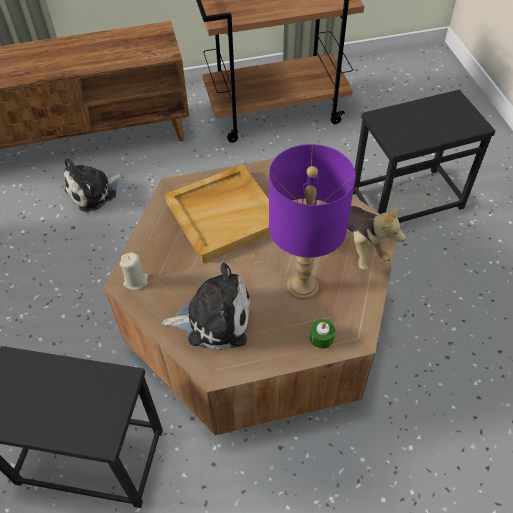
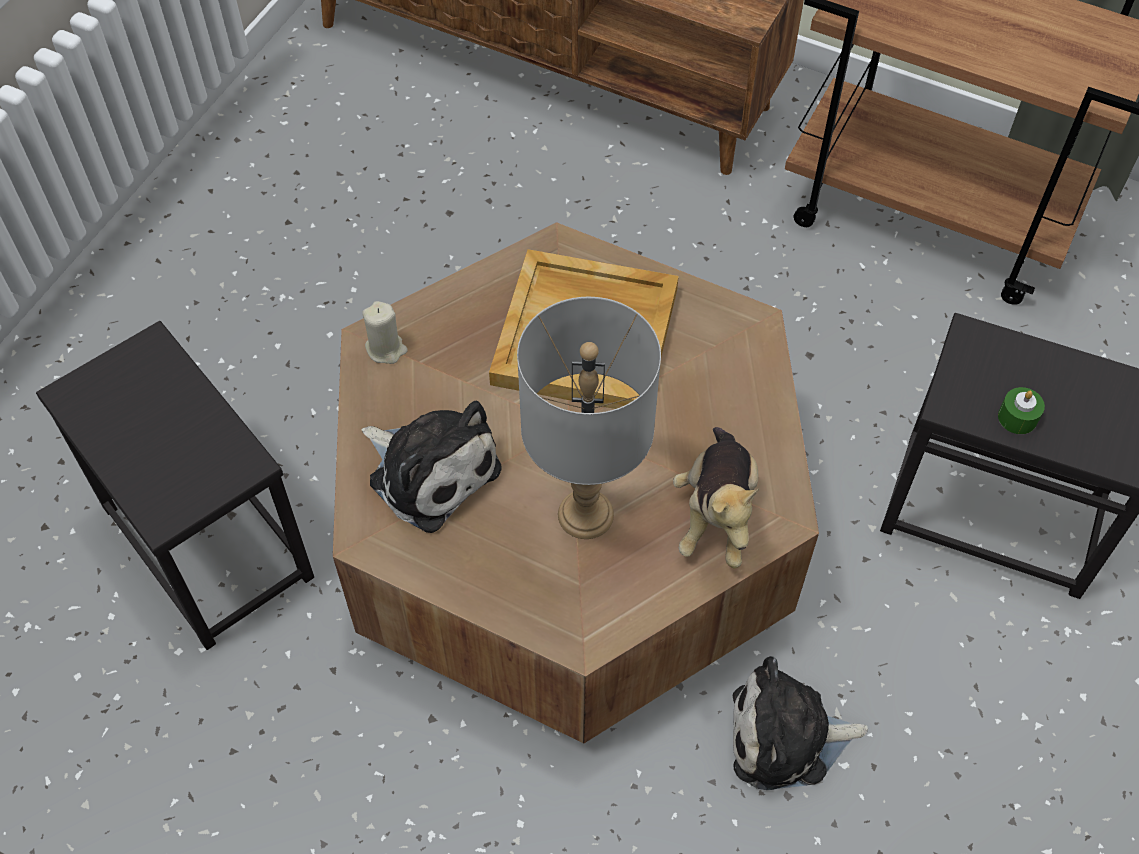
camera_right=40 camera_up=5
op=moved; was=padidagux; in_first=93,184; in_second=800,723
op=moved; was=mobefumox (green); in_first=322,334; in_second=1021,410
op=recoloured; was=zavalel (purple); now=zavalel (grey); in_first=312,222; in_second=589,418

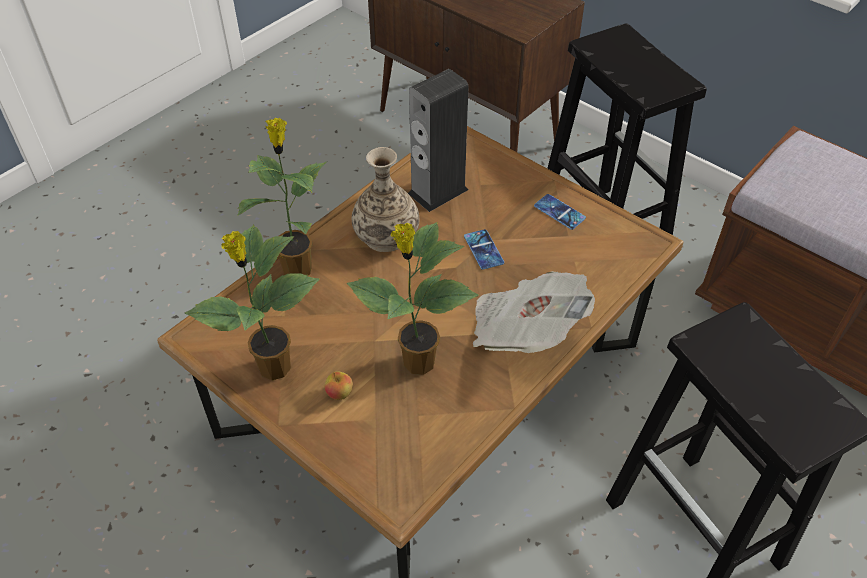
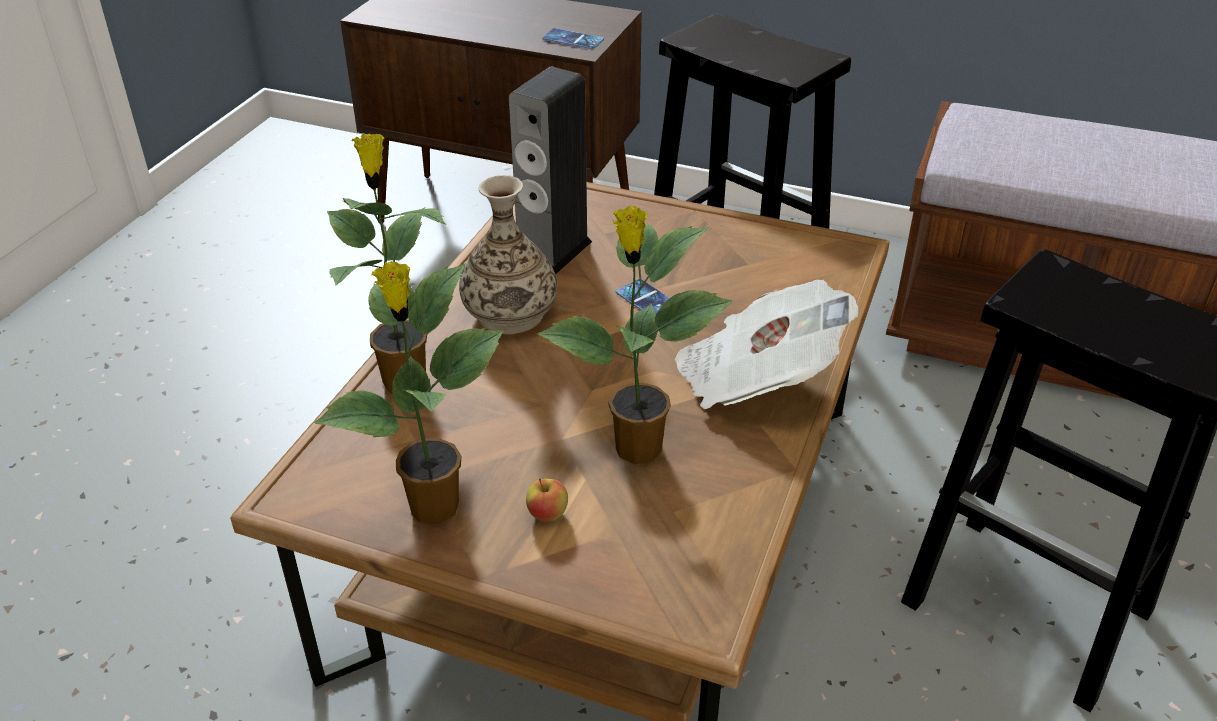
camera_right=-20 camera_up=-10
op=moved; was=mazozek; in_first=560,212; in_second=573,38

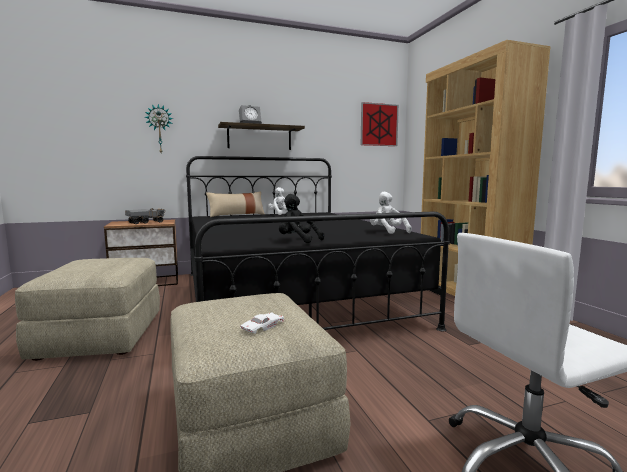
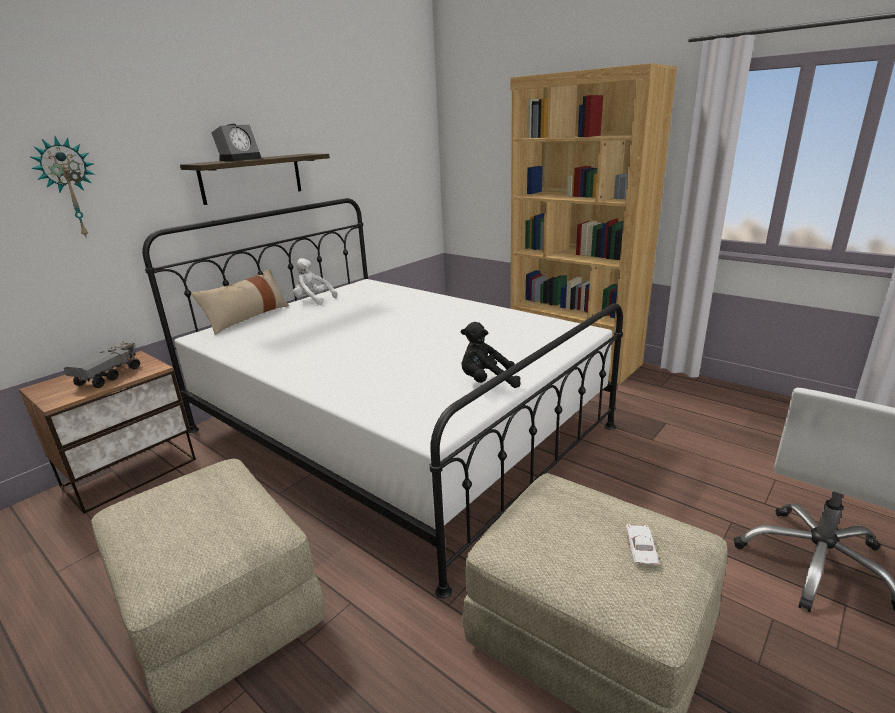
camera_right=-30 camera_up=15
op=removed; was=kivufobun; in_first=380,124
op=removed; was=padidagux (white); in_first=391,213
op=recoloured; was=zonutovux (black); now=zonutovux (white); in_first=318,243; in_second=382,398

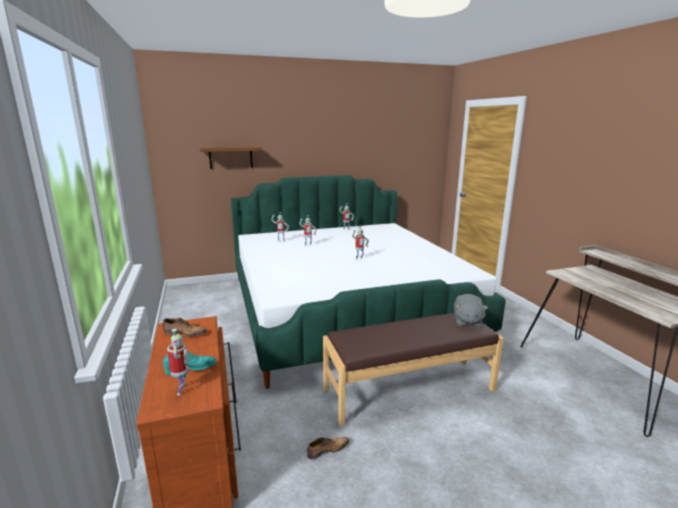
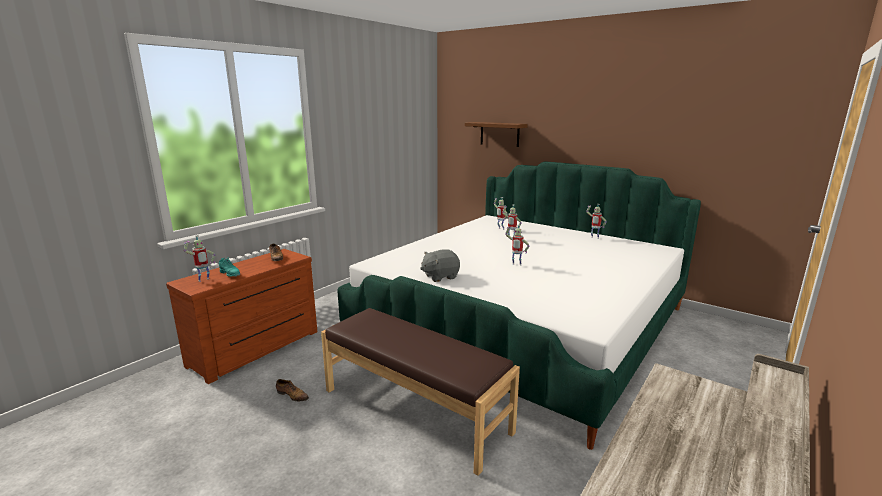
camera_right=55 camera_up=0
op=moved; was=padidagux (grey); in_first=471,311; in_second=440,265

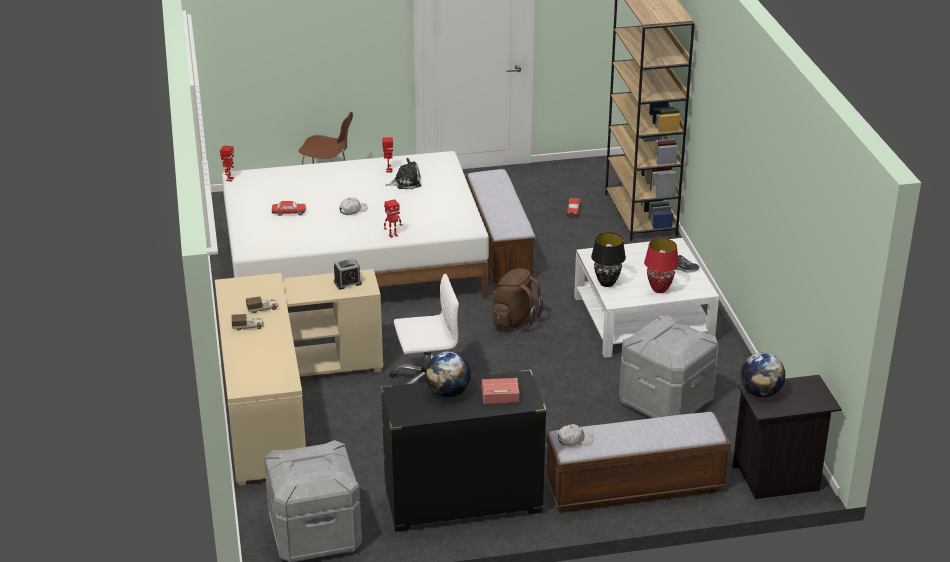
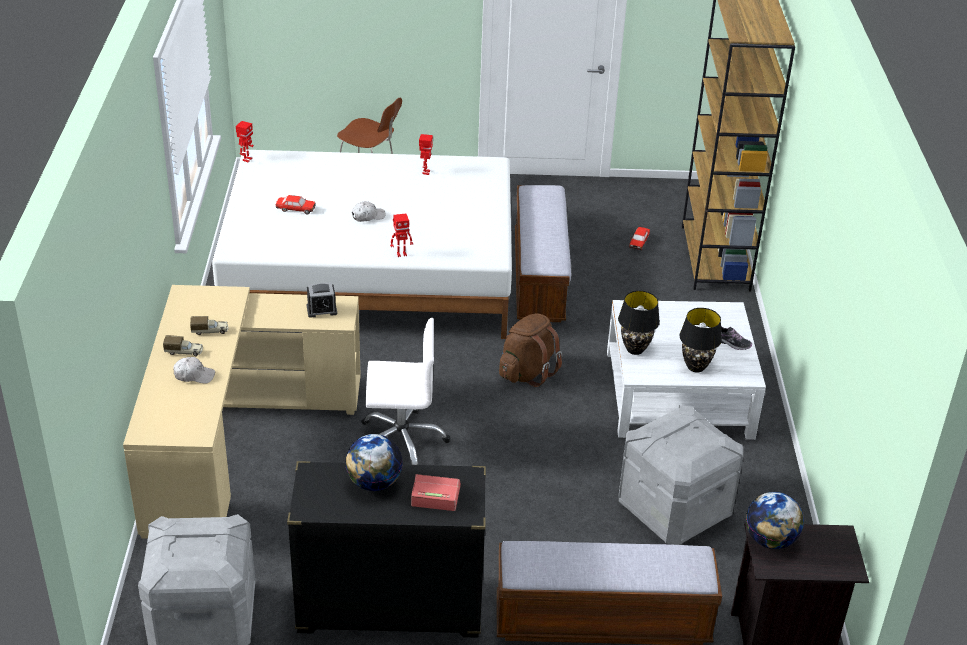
camera_right=10 camera_up=5
op=removed; was=padidagux; in_first=403,173
op=moved; was=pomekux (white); in_first=575,435; in_second=194,370
op=recoloured; was=zavalel (red); now=zavalel (black); in_first=661,265; in_second=700,340

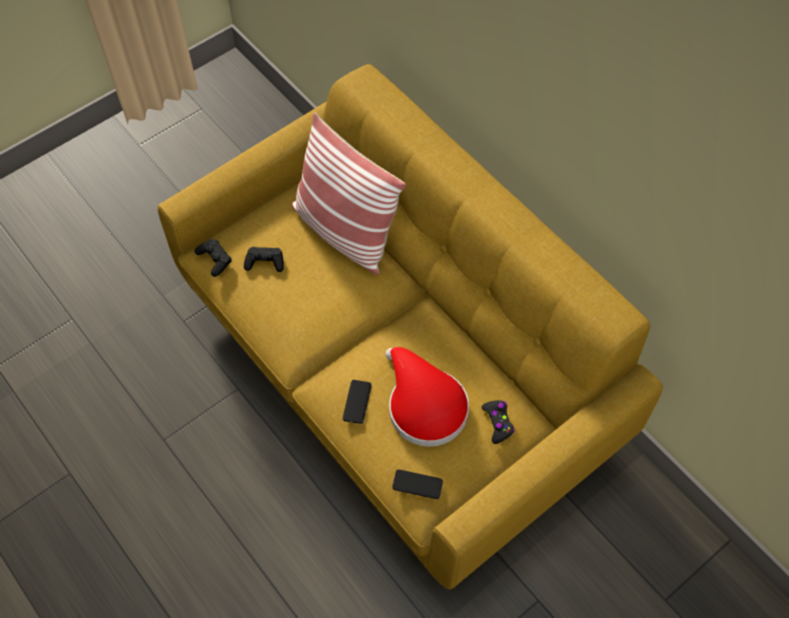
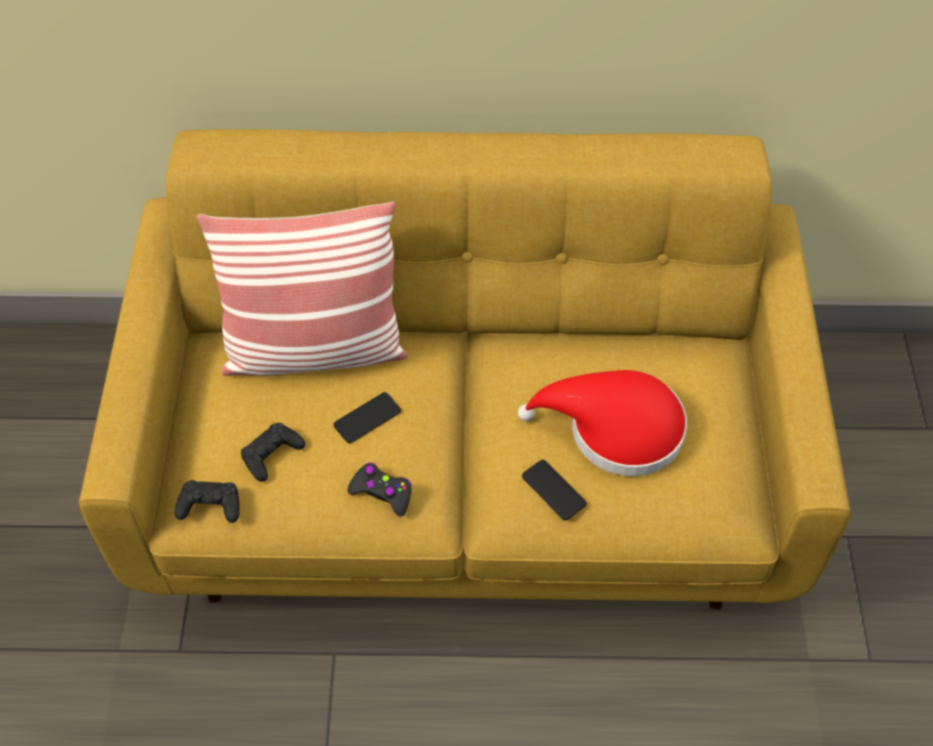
camera_right=-50 camera_up=-5
op=moved; was=mazozek; in_first=417,484; in_second=367,417
op=moved; was=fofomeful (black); in_first=498,422; in_second=380,490

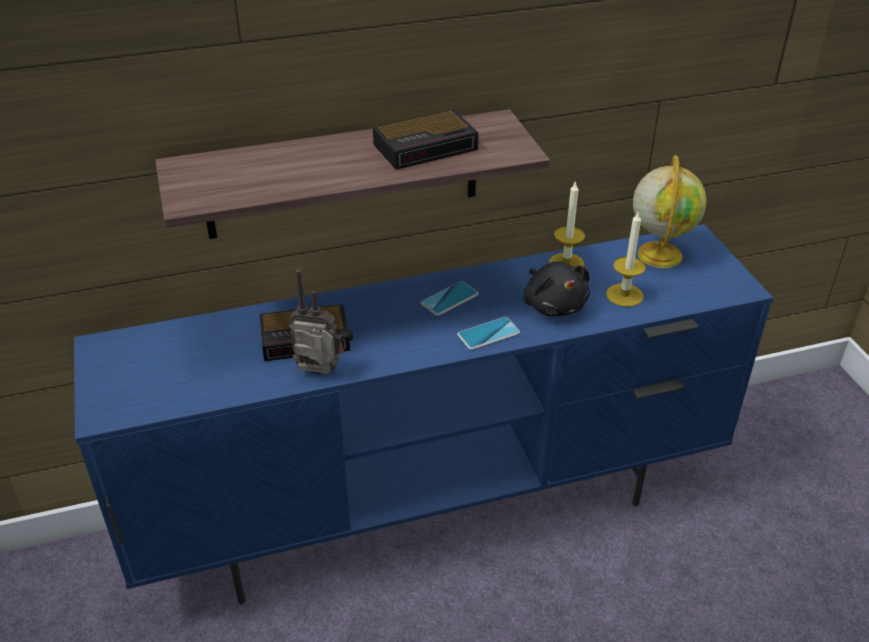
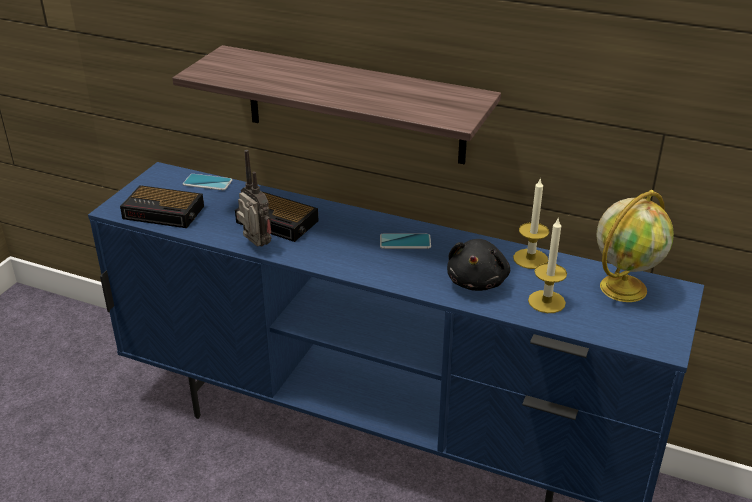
camera_right=40 camera_up=-5
op=moved; was=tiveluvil; in_first=426,139; in_second=162,206
op=moved; was=mazozek; in_first=488,333; in_second=207,182

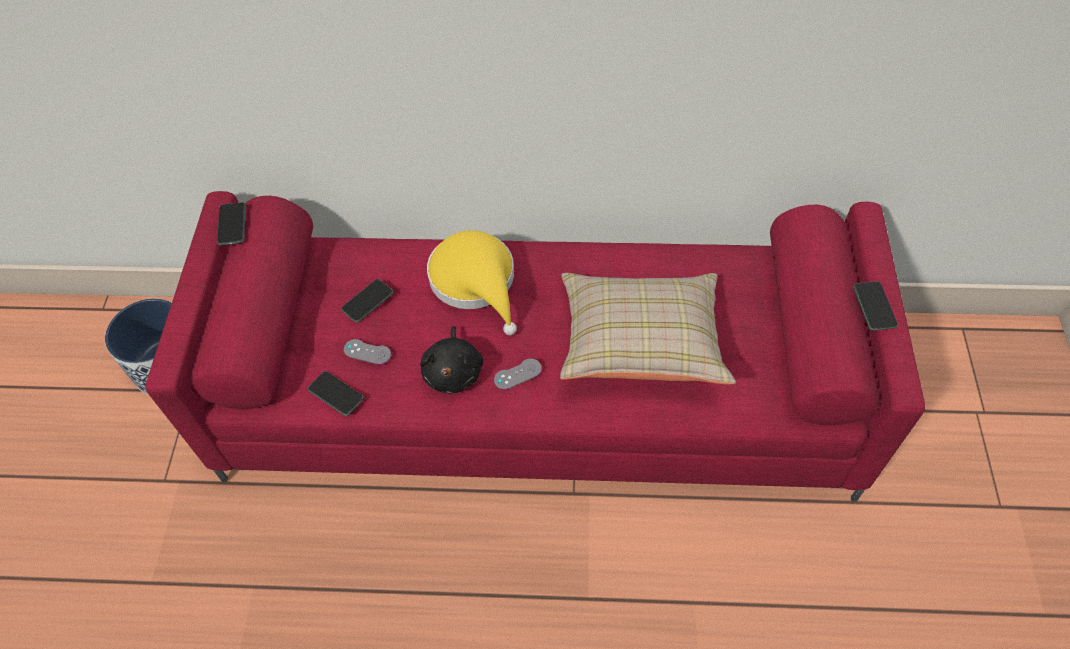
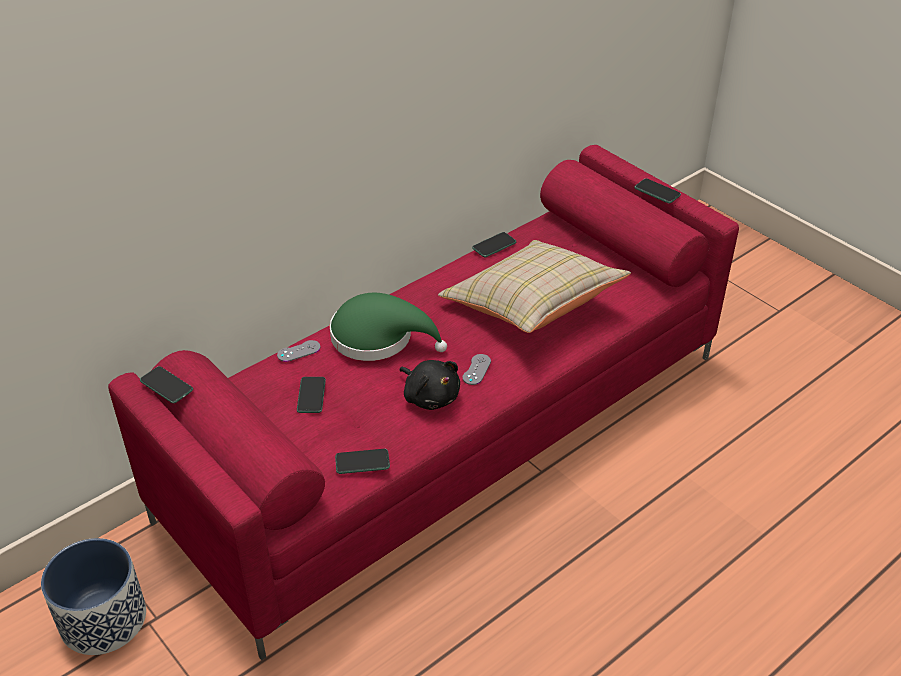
camera_right=-45 camera_up=-15
op=added; now=mazozek; in_second=494,244
op=moved; was=fofomeful (grey); in_first=367,352; in_second=298,351
op=recoloured; was=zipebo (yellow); now=zipebo (green); in_first=472,282; in_second=388,327

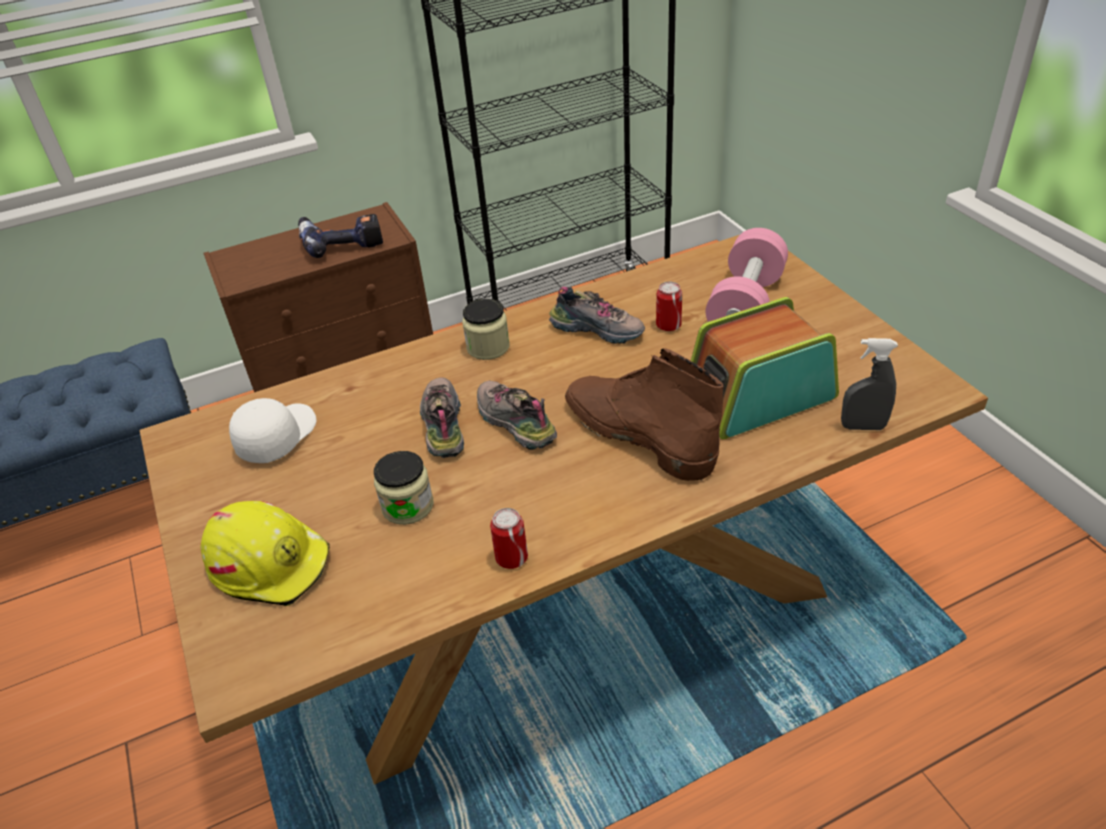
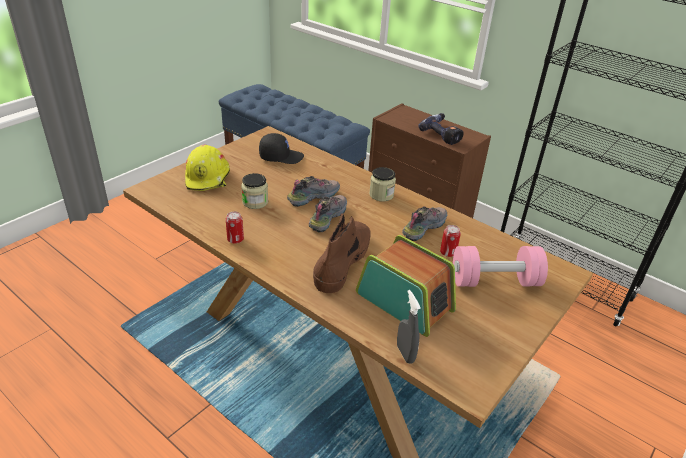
camera_right=60 camera_up=-5
op=recoloured; was=pomekux (white); now=pomekux (black); in_first=273,430; in_second=281,148
op=turned; was=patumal; in_first=597,315; in_second=424,223; clockwise=-135

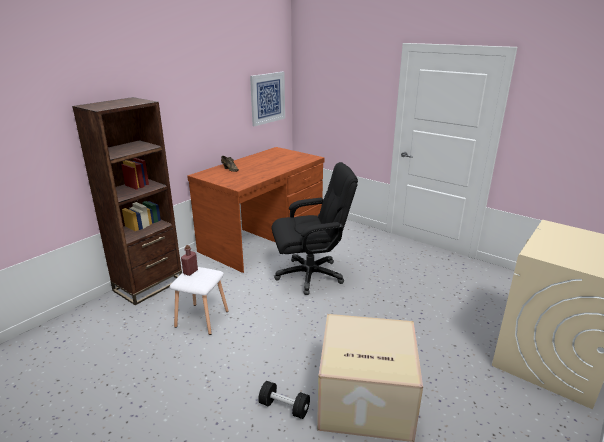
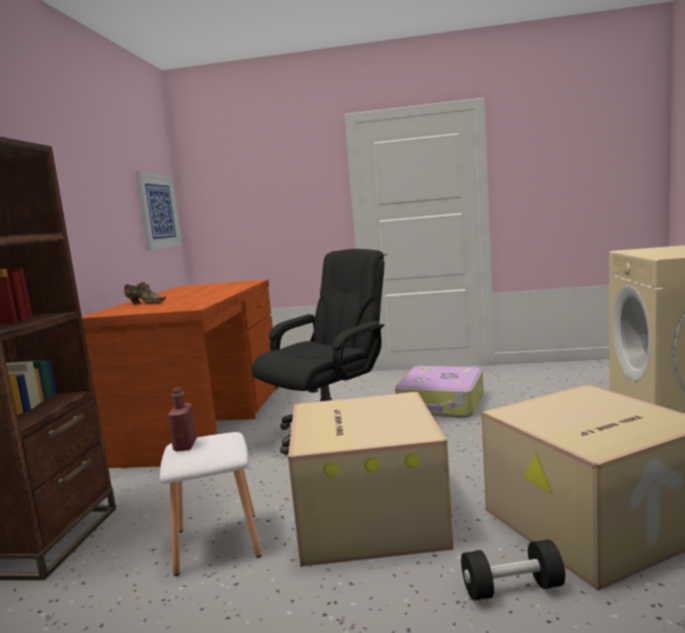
camera_right=-30 camera_up=-15
op=added; now=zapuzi; in_second=370,479
op=added; now=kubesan; in_second=439,392

